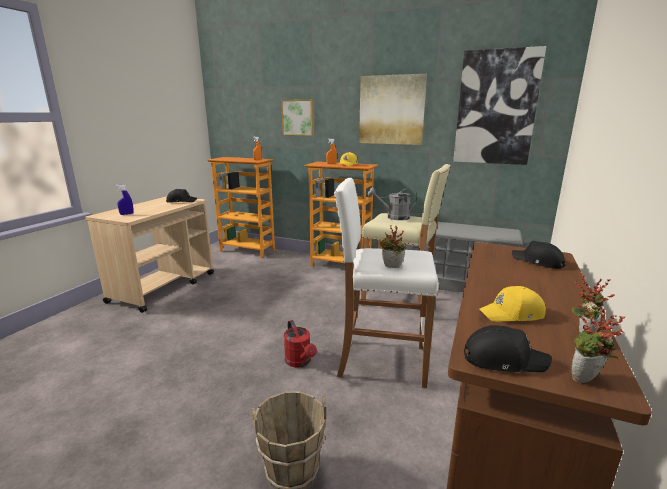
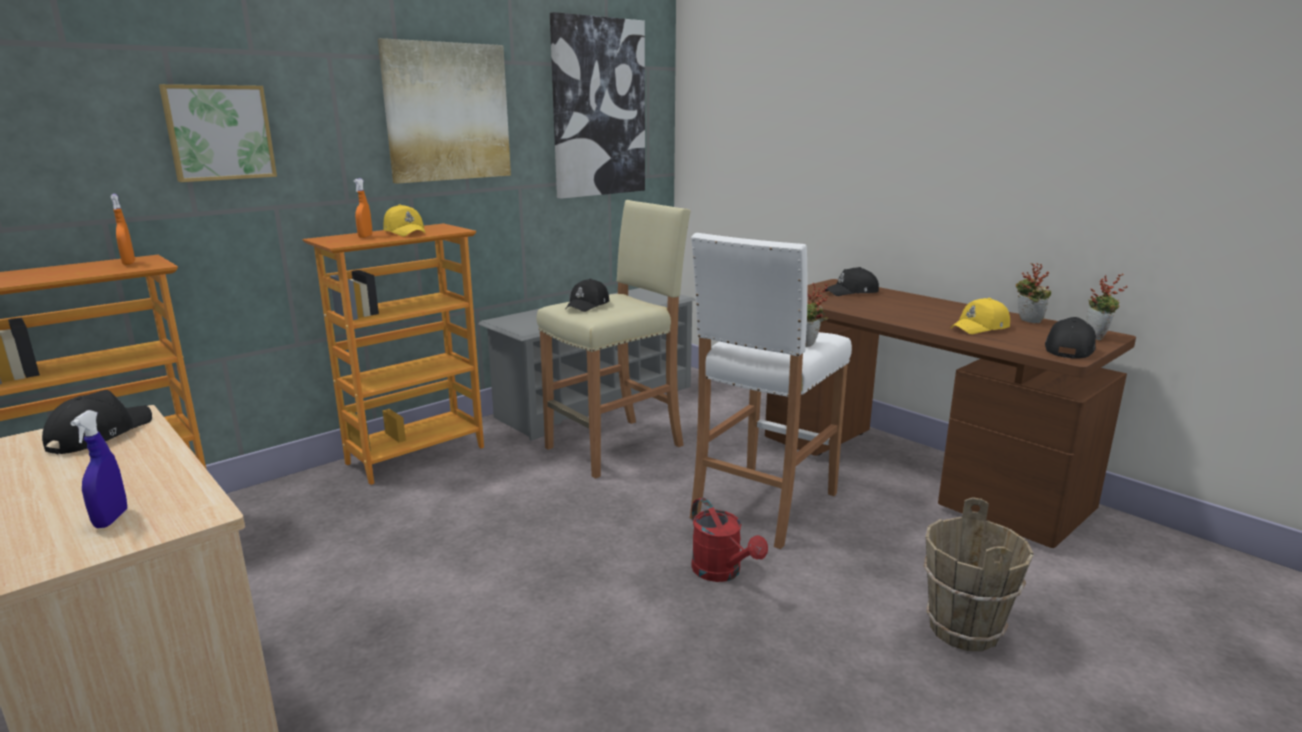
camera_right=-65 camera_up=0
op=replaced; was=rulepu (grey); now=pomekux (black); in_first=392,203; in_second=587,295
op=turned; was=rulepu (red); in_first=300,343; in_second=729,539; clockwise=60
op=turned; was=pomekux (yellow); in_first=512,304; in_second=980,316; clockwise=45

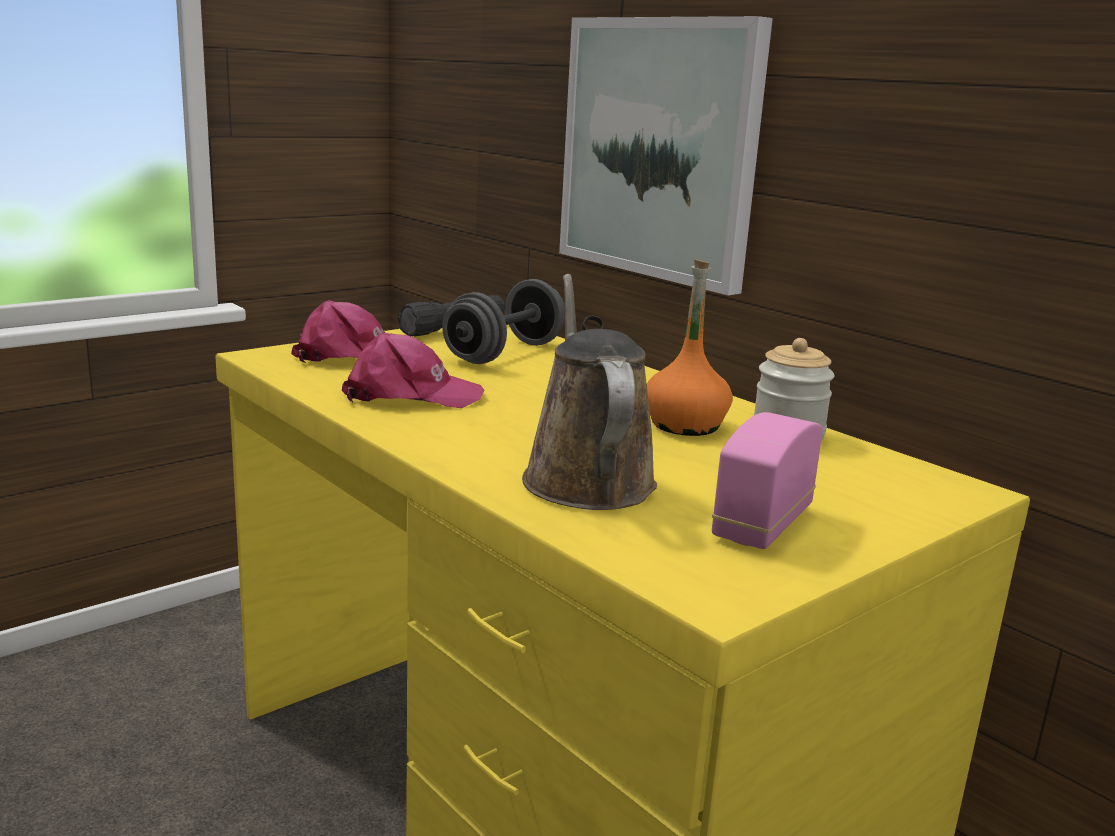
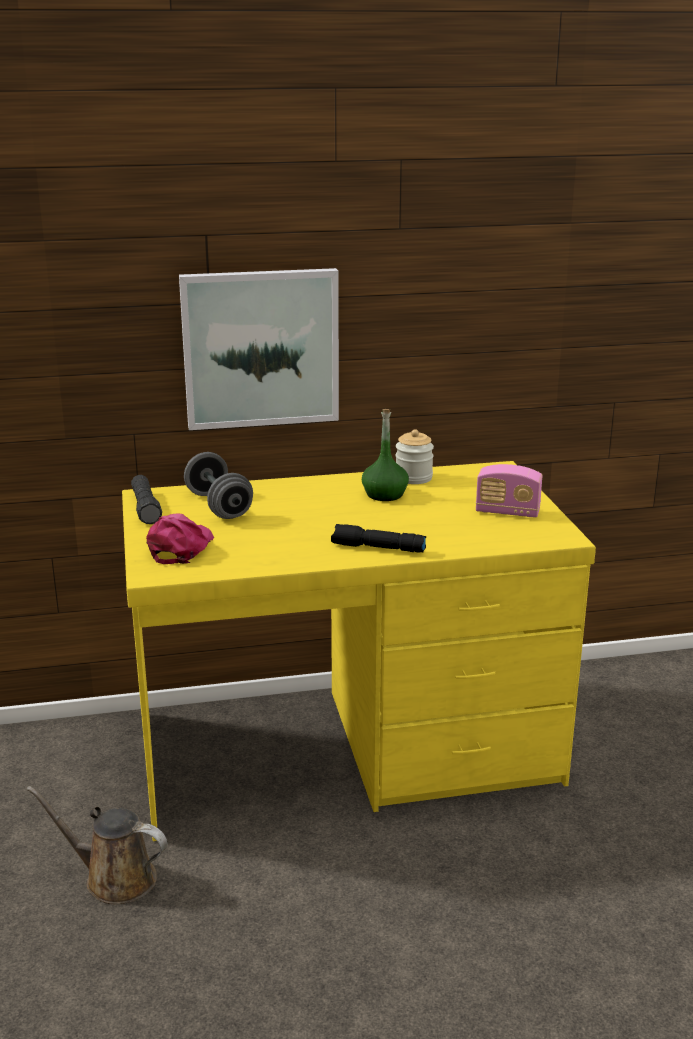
camera_right=-60 camera_up=5
op=removed; was=pomekux (pink); in_first=413,370
op=added; now=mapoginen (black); in_second=378,538
op=moved; was=rulepu (brown); in_first=589,392; in_second=96,845
op=recoloured; was=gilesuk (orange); now=gilesuk (green); in_first=690,347; in_second=385,455
op=turned; was=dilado; in_first=767,480; in_second=509,491; clockwise=-45

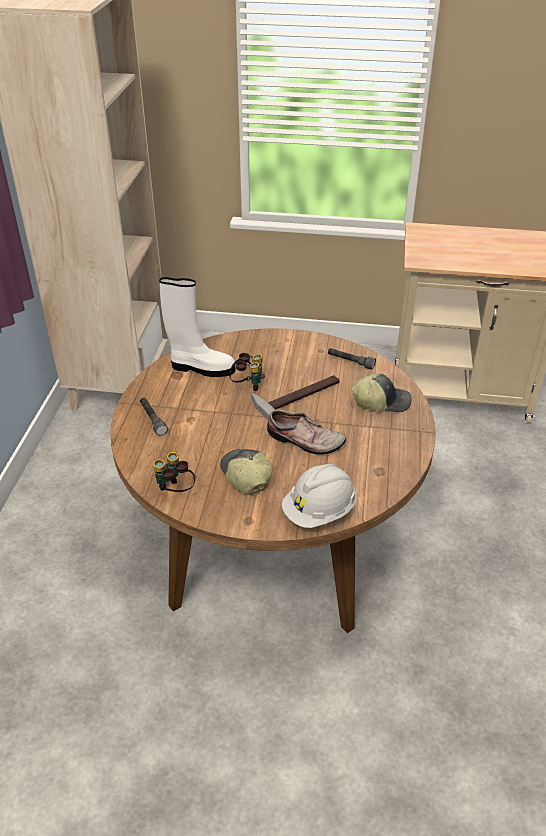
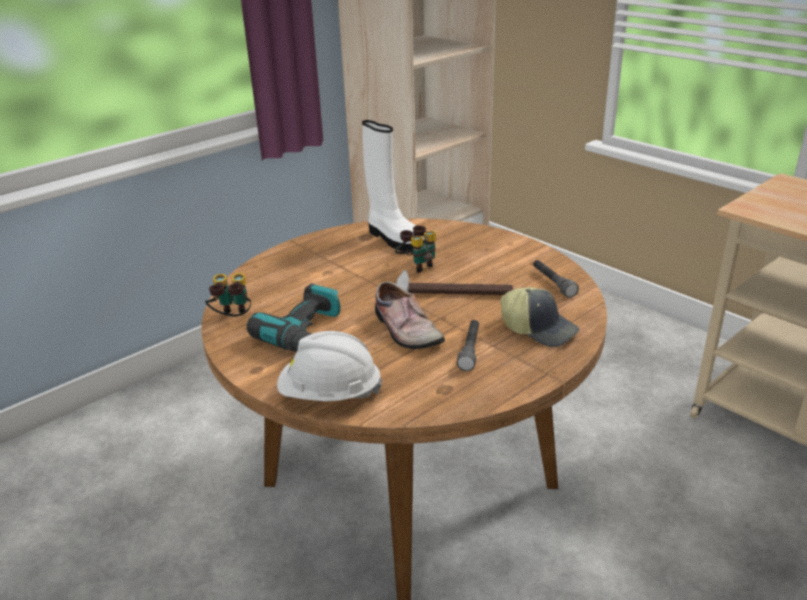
camera_right=40 camera_up=-10
op=moved; was=mapoginen (grey); in_first=154,417; in_second=468,345
op=replaced; was=pomekux; now=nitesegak; in_first=246,472; in_second=293,317

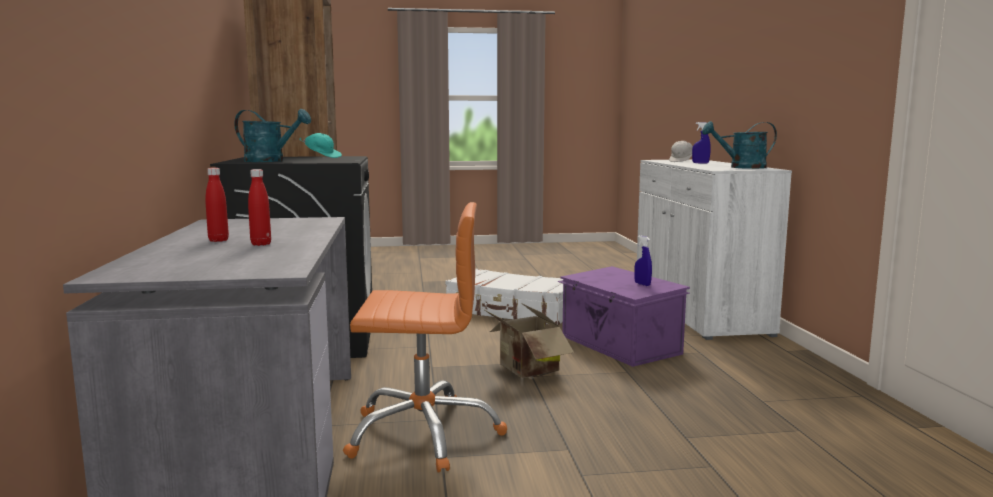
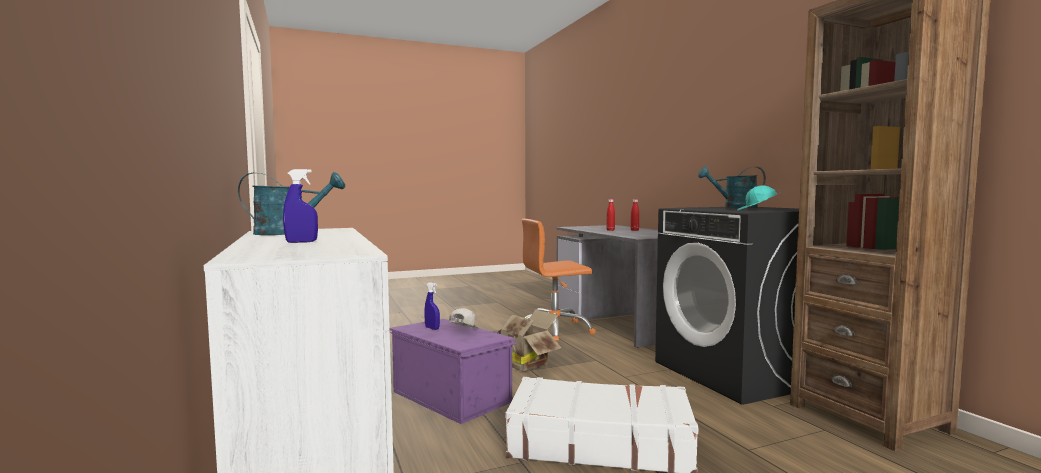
camera_right=165 camera_up=-5
op=moved; was=pomekux (white); in_first=681,151; in_second=463,318

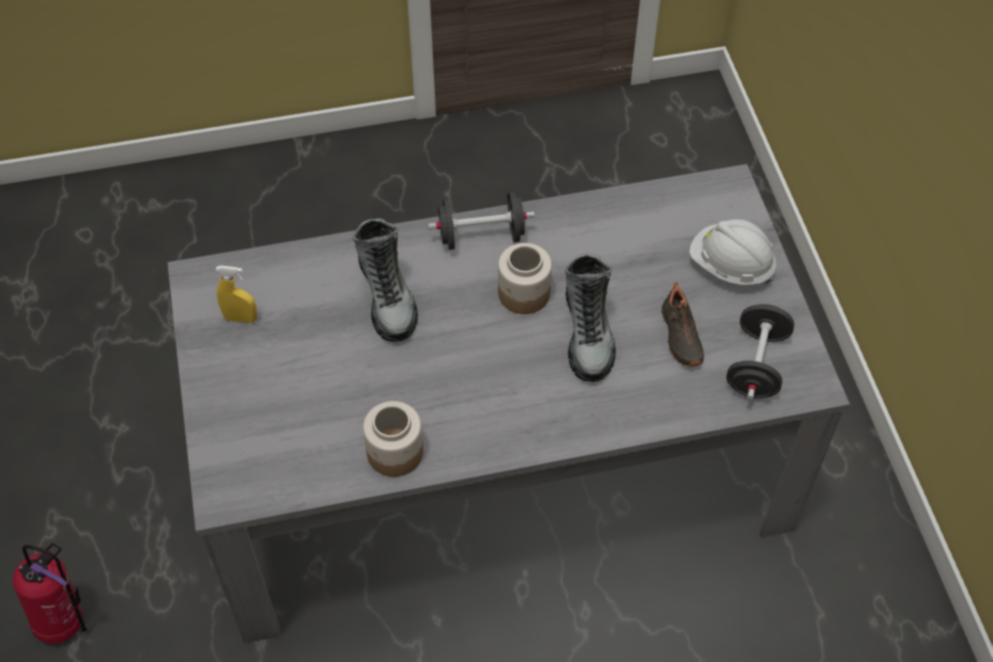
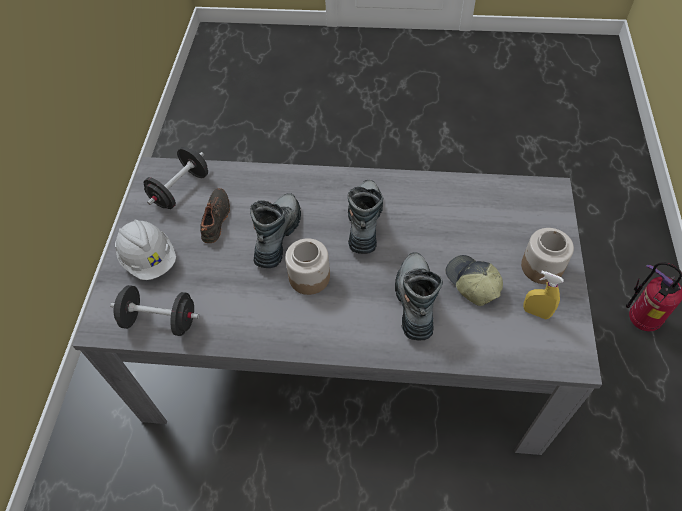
camera_right=-160 camera_up=0
op=added; now=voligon; in_second=365,217
op=added; now=pomekux; in_second=474,280
op=moved; was=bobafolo; in_first=393,439; in_second=547,256
op=moved; was=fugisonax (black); in_first=481,220; in_second=154,310

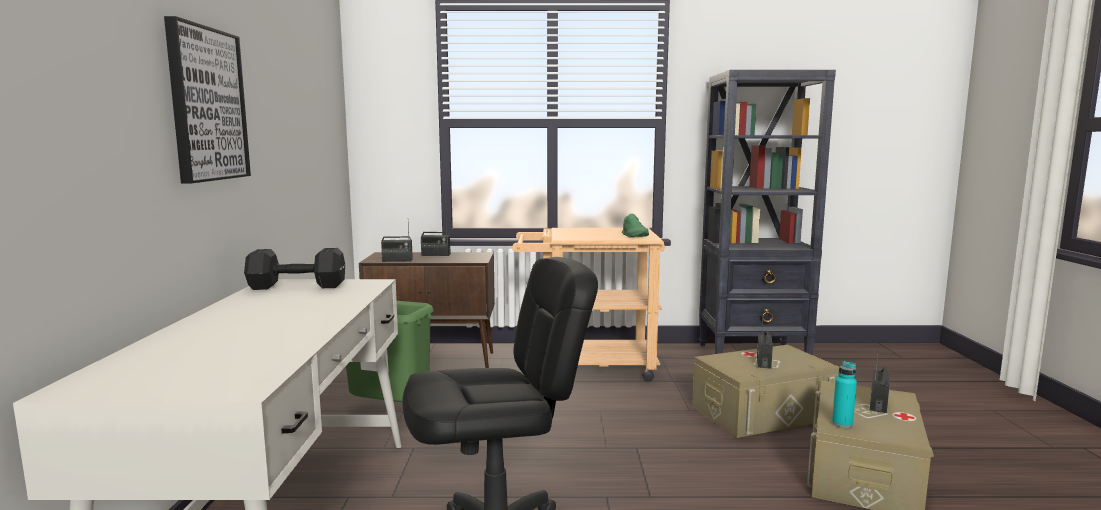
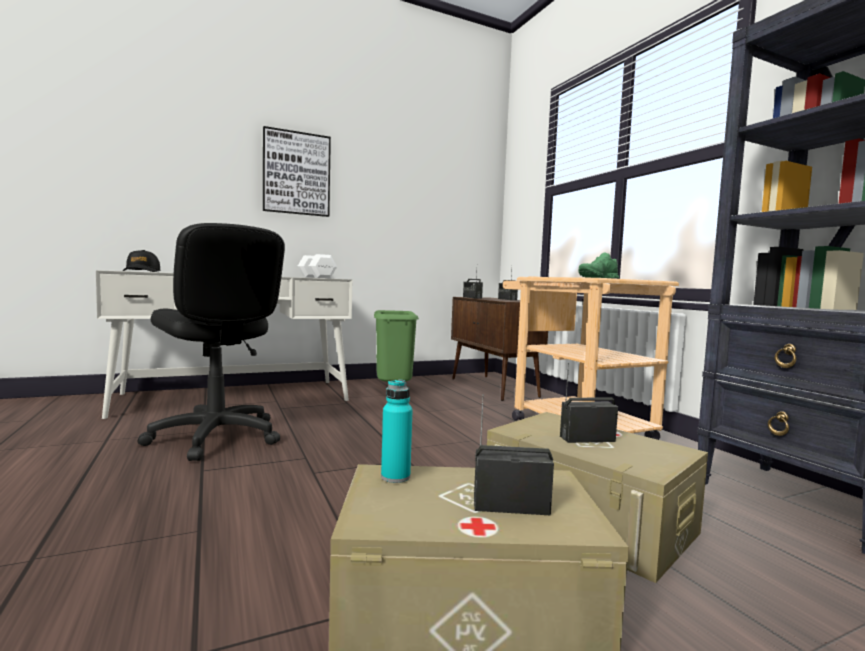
camera_right=65 camera_up=-5
op=added; now=pomekux (black); in_second=142,261
op=recoloured; was=fugisonax (black); now=fugisonax (white); in_first=294,269; in_second=317,266

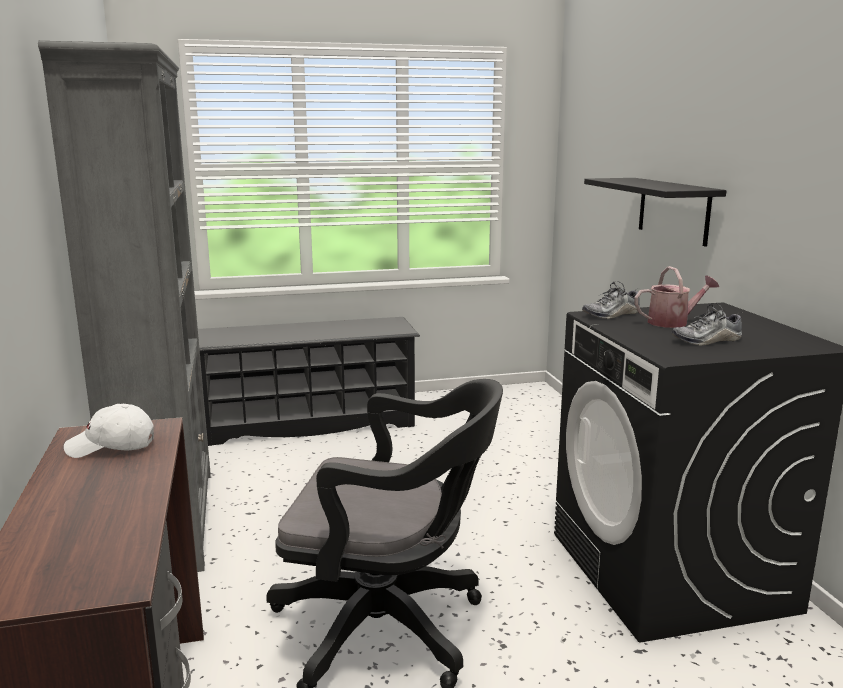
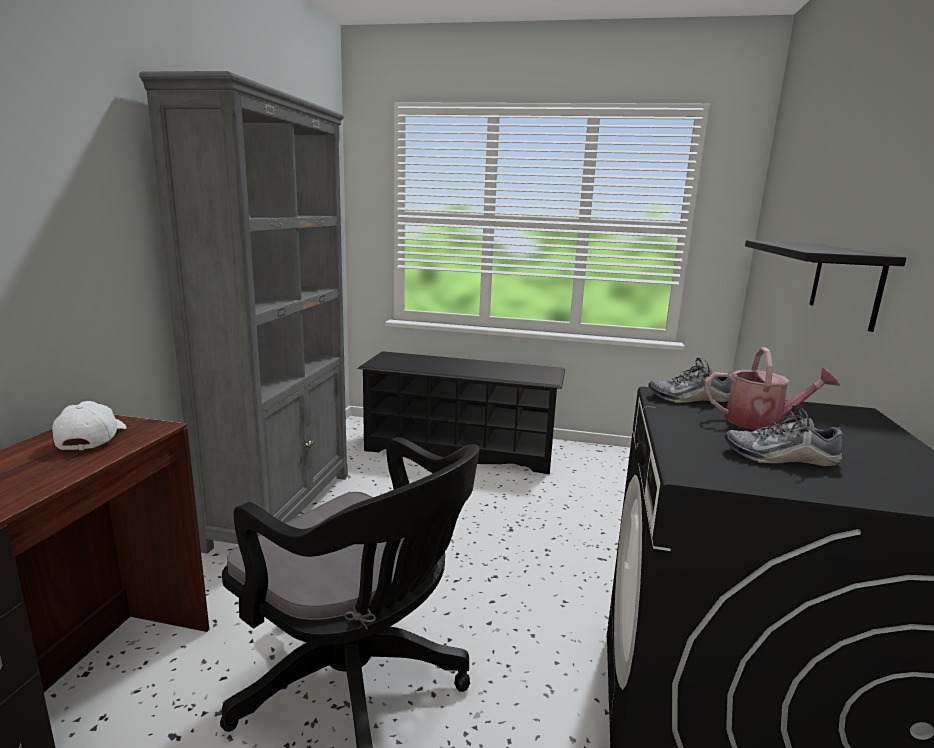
camera_right=25 camera_up=0
op=turned; was=pomekux (white); in_first=109,431; in_second=89,425; clockwise=60

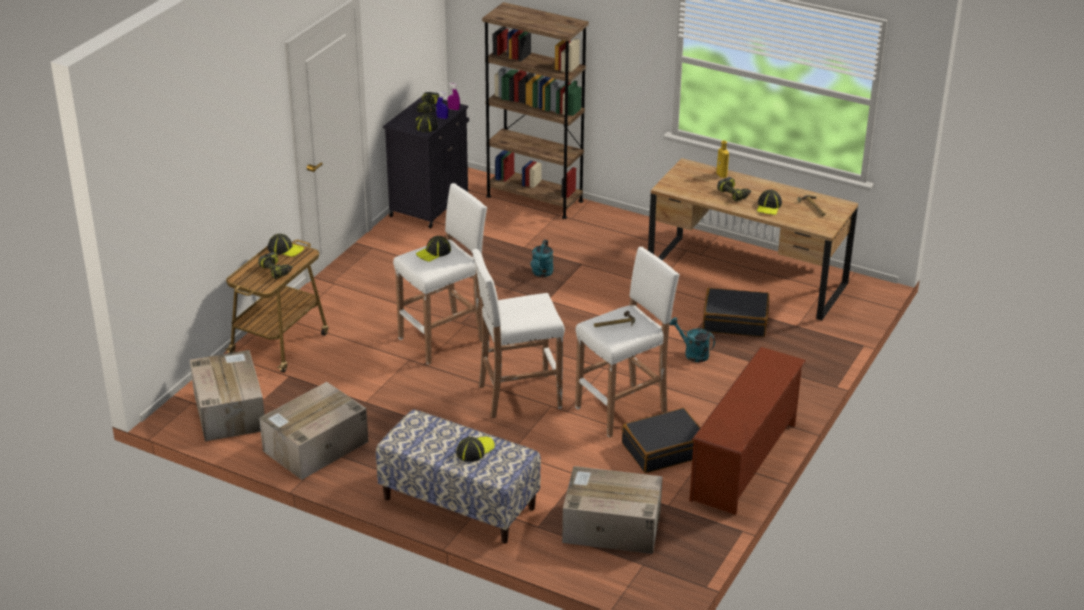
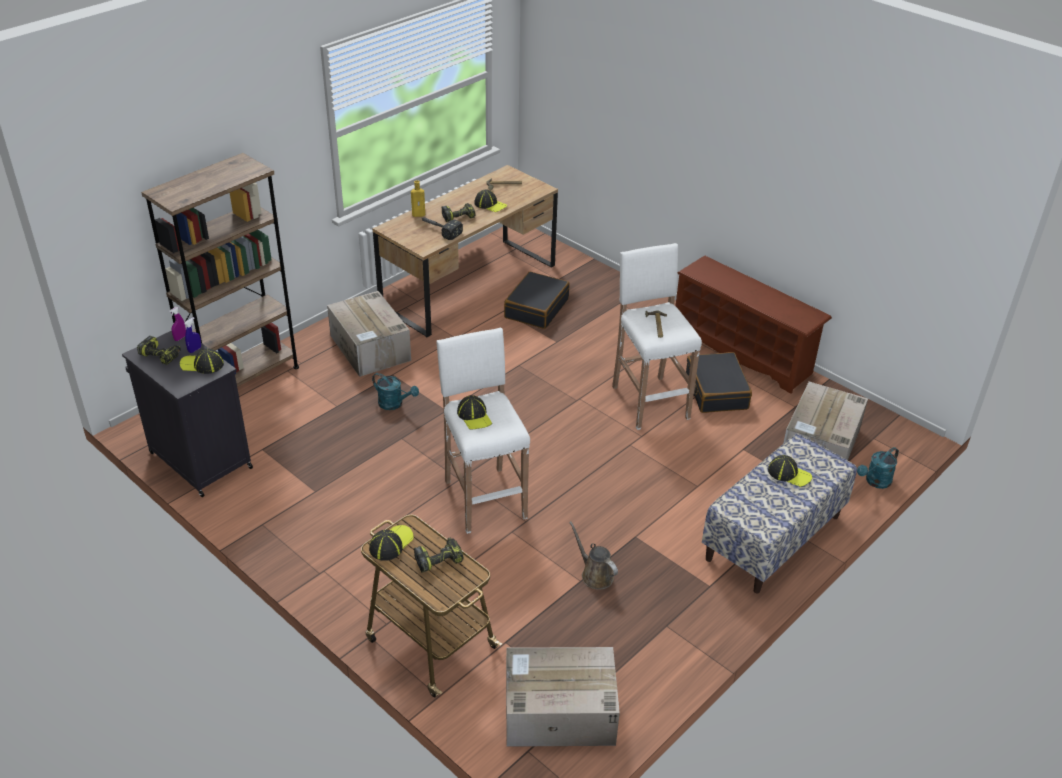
camera_right=-75 camera_up=5
op=removed; was=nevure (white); in_first=518,333
op=added; now=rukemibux; in_second=441,228
op=added; now=rulepu (brown); in_second=593,555
op=moved; was=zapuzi; in_first=314,431; in_second=369,334
op=moved; was=rulepu (turquoise); in_first=692,339; in_second=878,468
op=turned; was=pomekux; in_first=475,449; in_second=790,471; clockwise=150

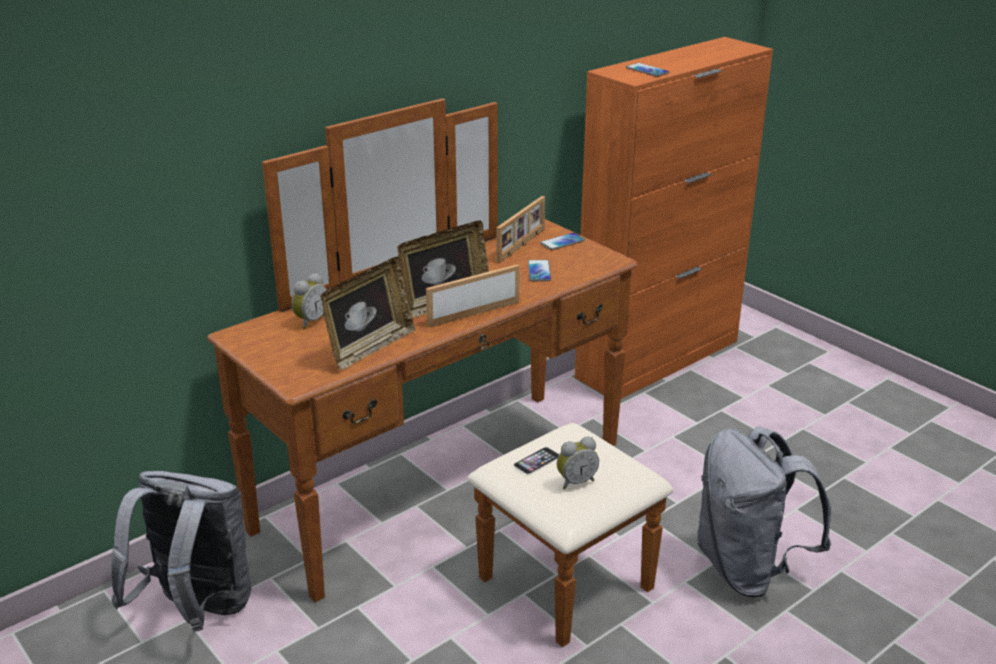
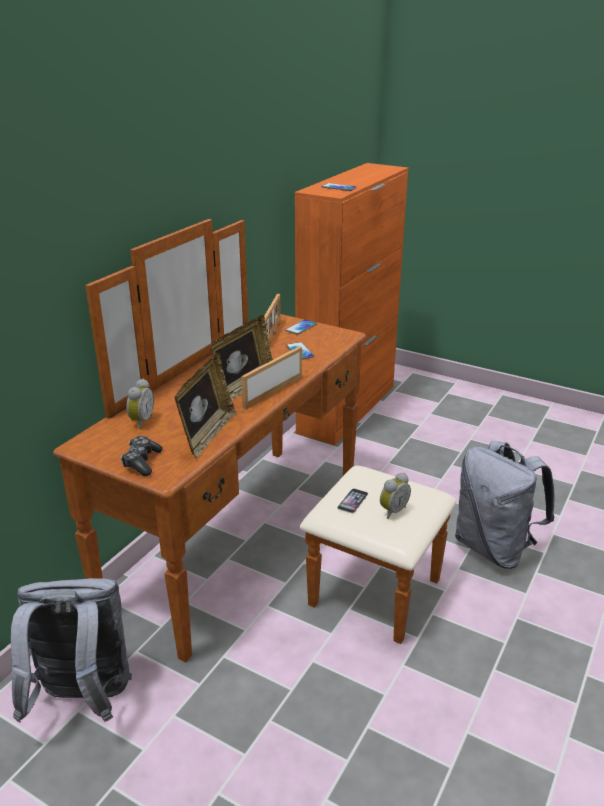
camera_right=-20 camera_up=0
op=added; now=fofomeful; in_second=142,456

